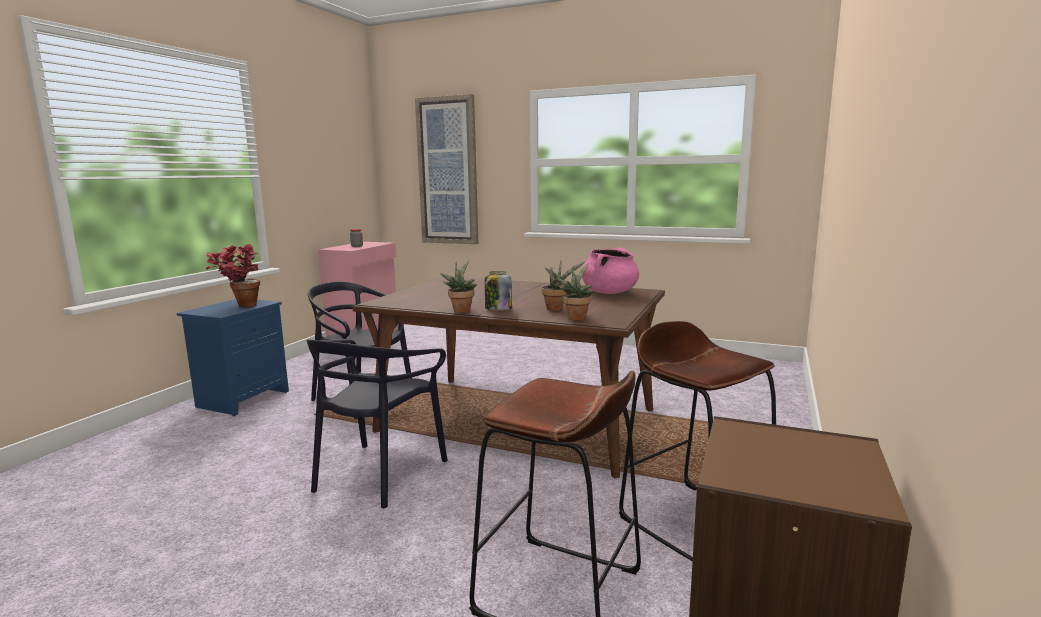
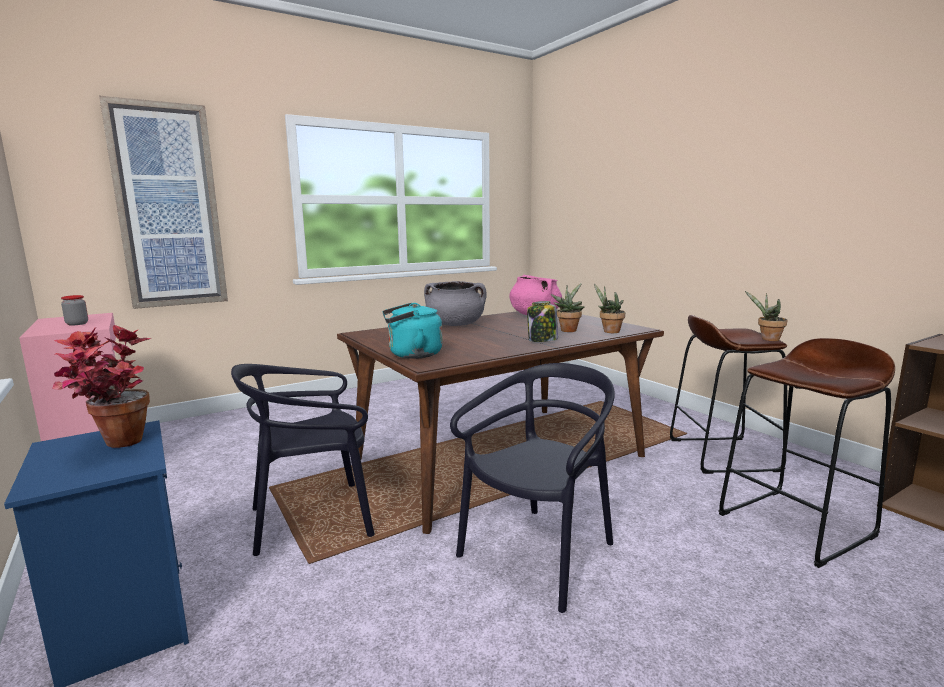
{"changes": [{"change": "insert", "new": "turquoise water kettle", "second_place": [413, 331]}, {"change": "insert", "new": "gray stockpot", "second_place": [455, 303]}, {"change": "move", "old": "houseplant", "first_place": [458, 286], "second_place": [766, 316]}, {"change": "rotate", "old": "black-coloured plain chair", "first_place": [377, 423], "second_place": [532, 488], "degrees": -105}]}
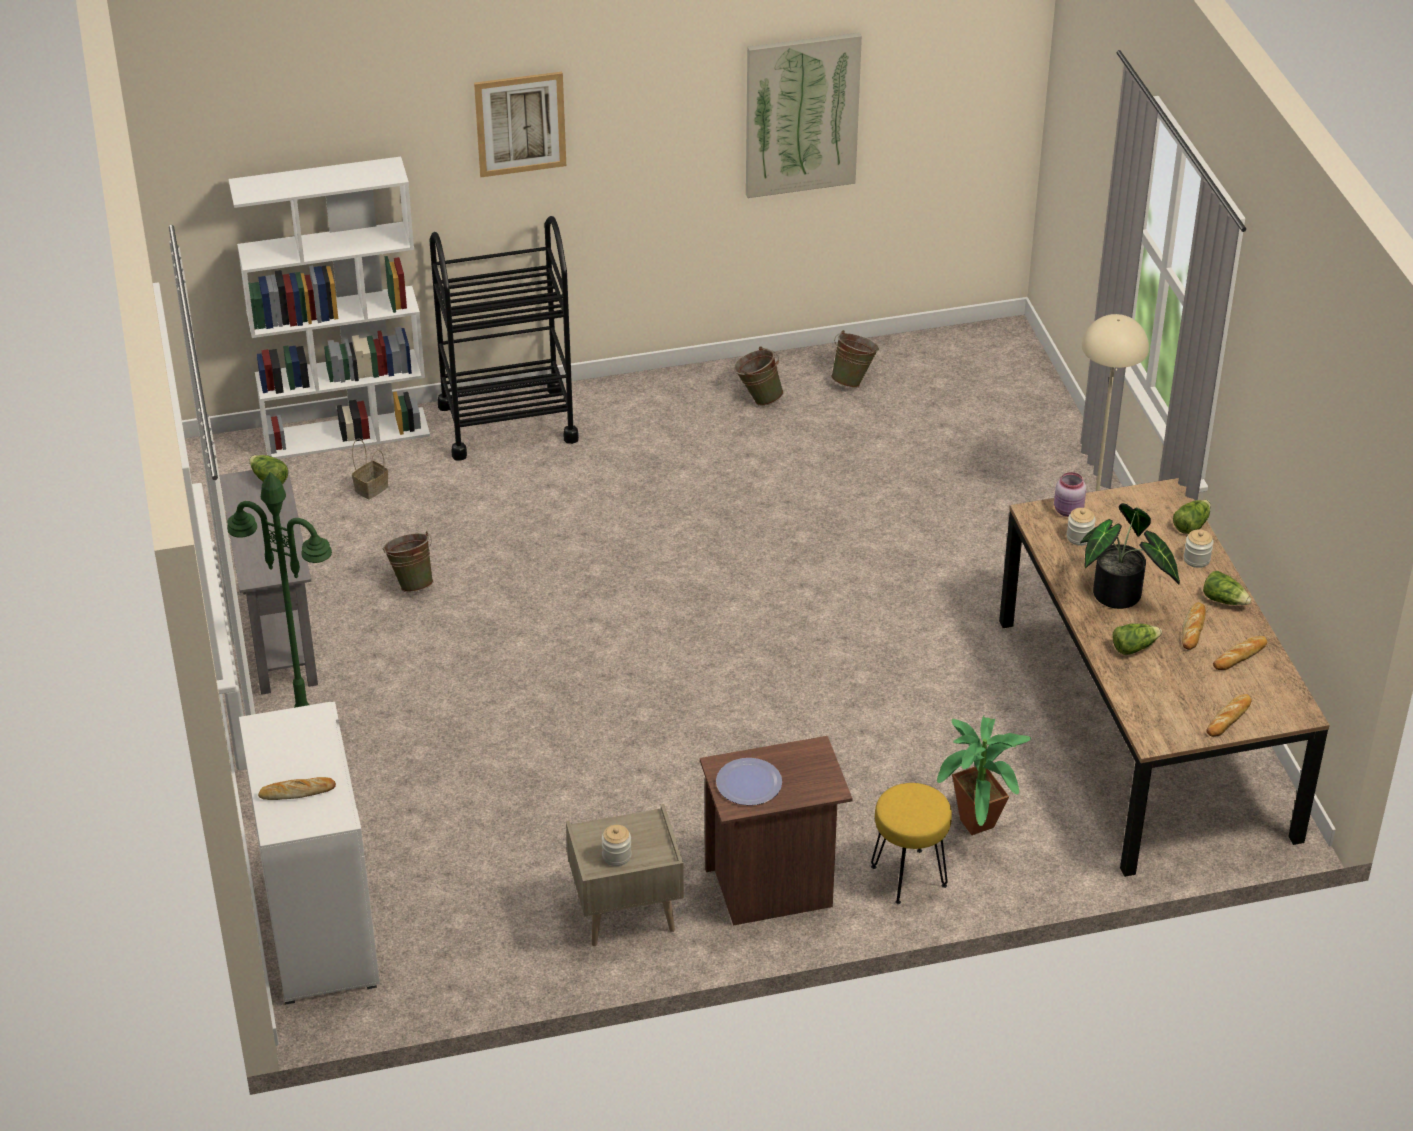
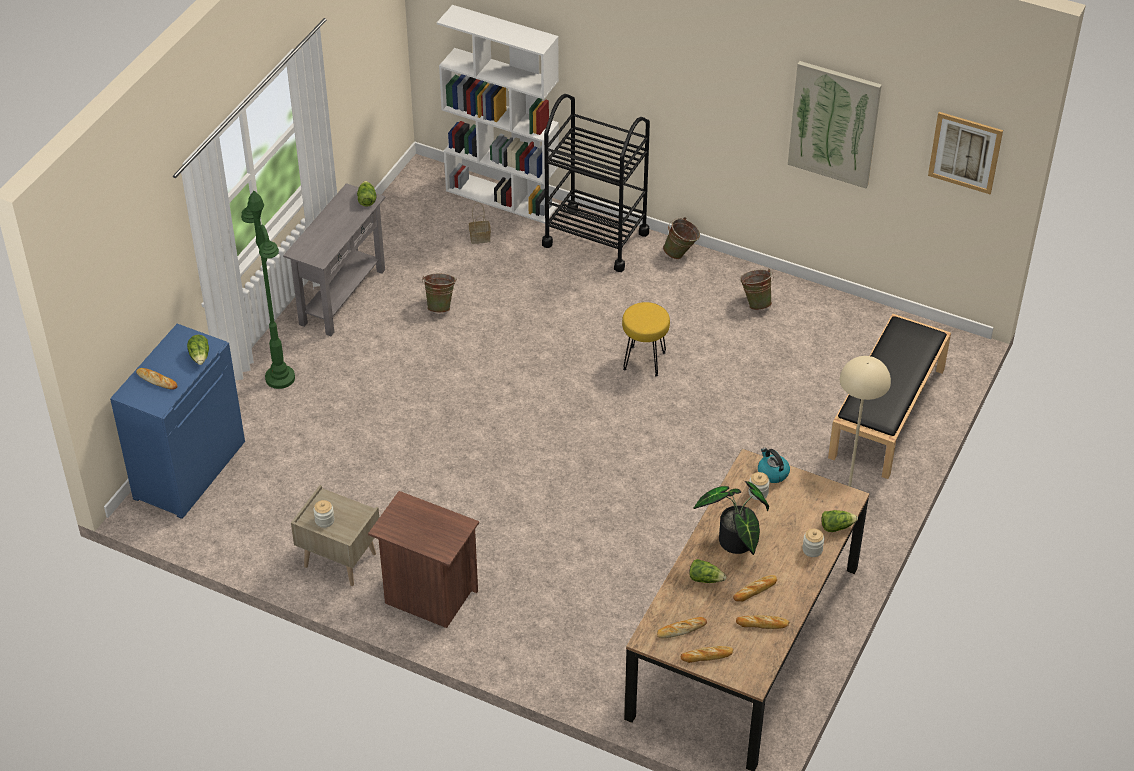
{"changes": [{"change": "delete", "old": "dinner plate", "first_place": [749, 781]}, {"change": "delete", "old": "houseplant", "first_place": [984, 775]}, {"change": "insert", "new": "bread", "second_place": [682, 627]}, {"change": "insert", "new": "black-coloured bench", "second_place": [889, 396]}, {"change": "move", "old": "wall art", "first_place": [520, 124], "second_place": [965, 153]}, {"change": "move", "old": "green-coloured water bucket", "first_place": [855, 359], "second_place": [681, 238]}, {"change": "move", "old": "yellow stool", "first_place": [911, 843], "second_place": [646, 339]}, {"change": "move", "old": "head of lettuce", "first_place": [1227, 588], "second_place": [198, 350]}, {"change": "replace", "old": "pink-coloured preserve jar", "new": "water kettle", "first_place": [1070, 494], "second_place": [774, 465]}, {"change": "recolor", "old": "white cabinet", "new": "bluish cabinet", "first_place": [309, 853], "second_place": [177, 421]}]}
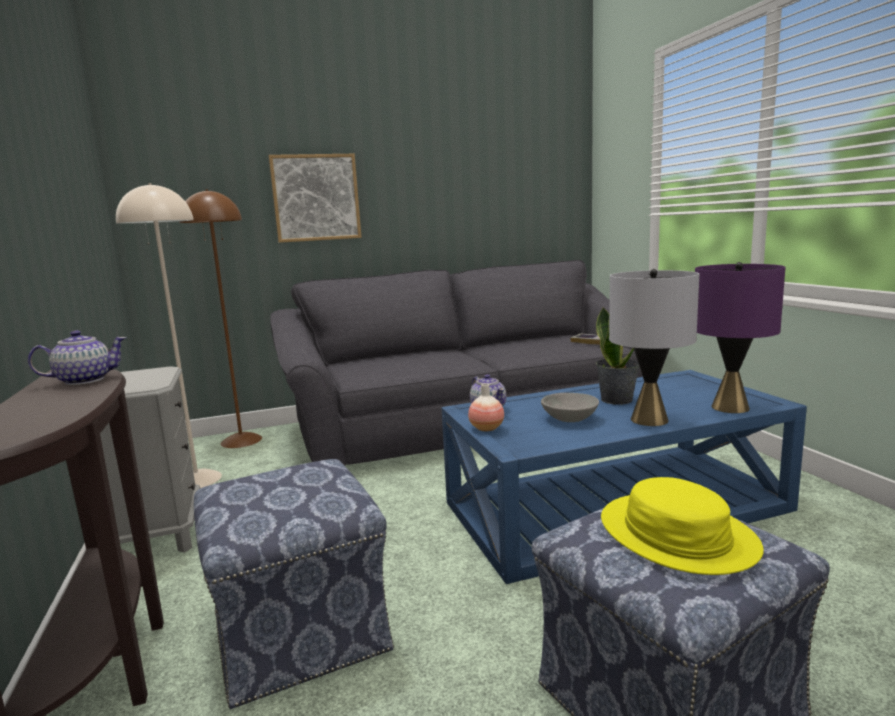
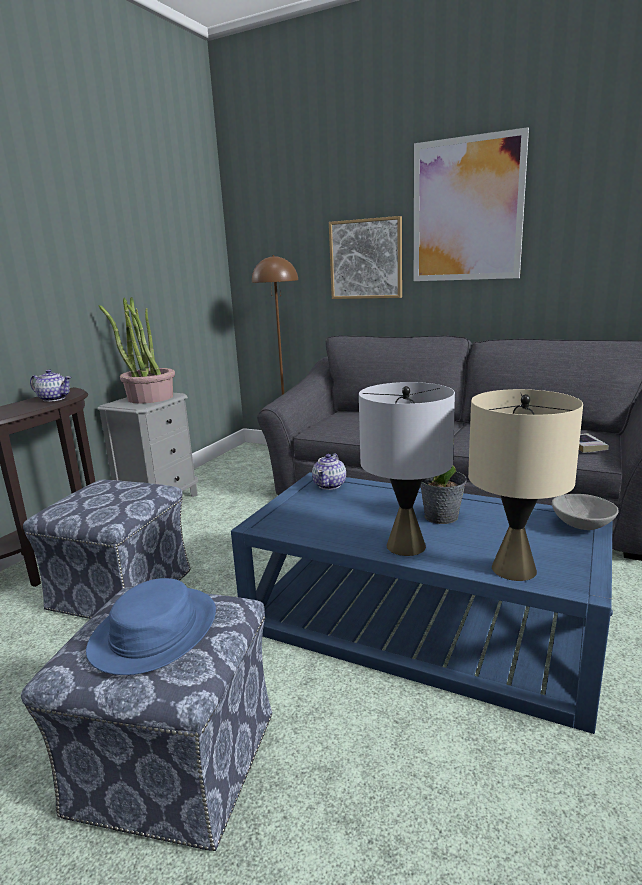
{"changes": [{"change": "delete", "old": "sand-coloured standing lamp", "first_place": [169, 335]}, {"change": "delete", "old": "flower vase", "first_place": [486, 407]}, {"change": "insert", "new": "houseplant", "second_place": [137, 350]}, {"change": "insert", "new": "wall art", "second_place": [471, 204]}, {"change": "move", "old": "gray bowl", "first_place": [570, 407], "second_place": [585, 512]}, {"change": "recolor", "old": "yellow wearable hat", "new": "bluish wearable hat", "first_place": [682, 526], "second_place": [151, 626]}, {"change": "recolor", "old": "purple table lamp", "new": "sand-coloured table lamp", "first_place": [740, 337], "second_place": [525, 485]}]}
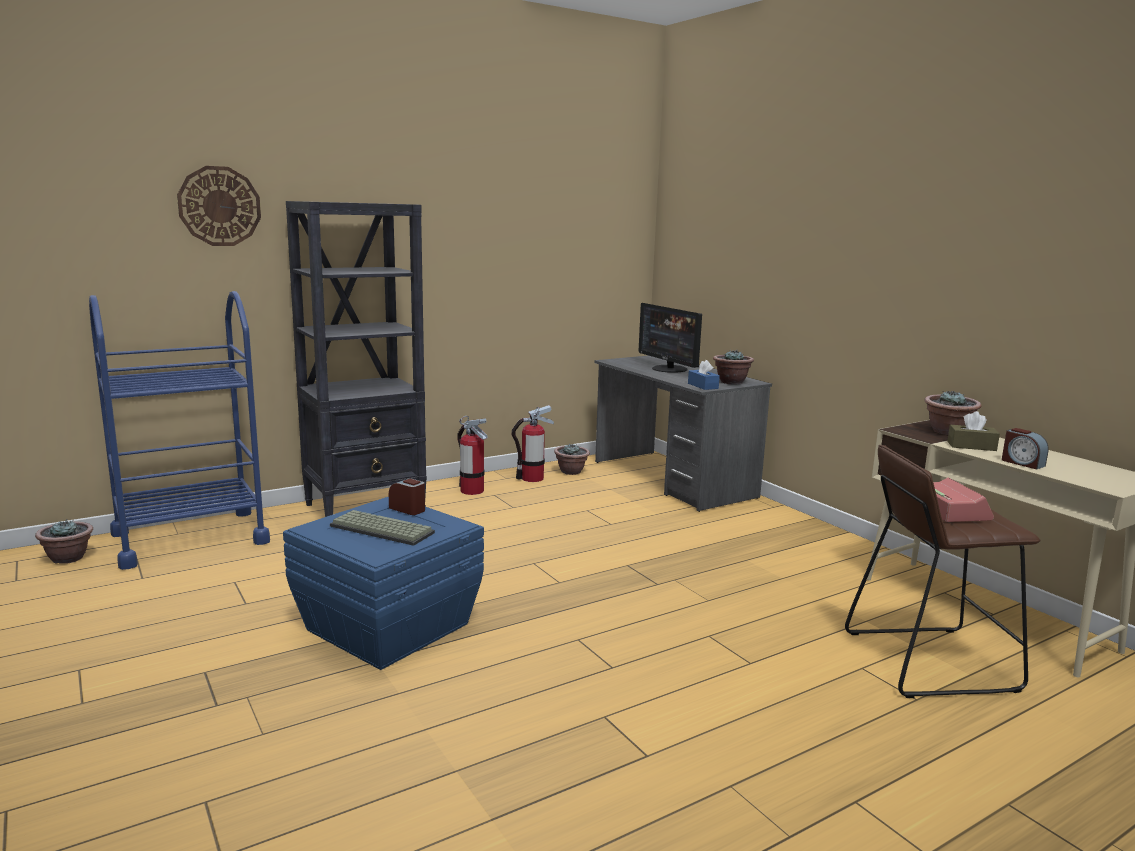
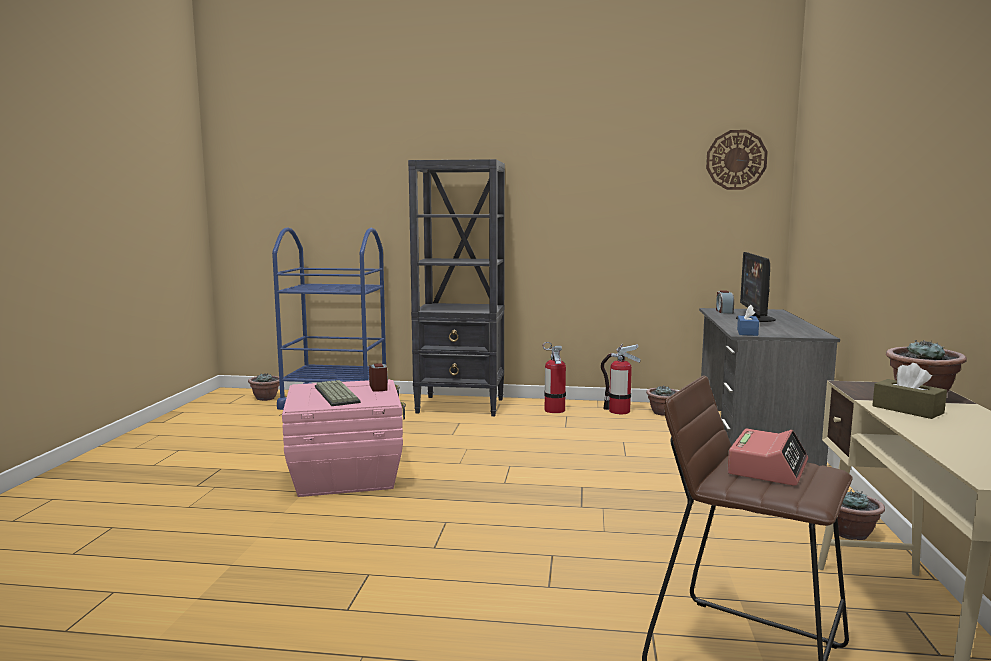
{"changes": [{"change": "move", "old": "hanging clock", "first_place": [219, 206], "second_place": [737, 160]}, {"change": "move", "old": "houseplant", "first_place": [733, 366], "second_place": [861, 514]}, {"change": "move", "old": "alarm clock", "first_place": [1025, 449], "second_place": [725, 301]}, {"change": "recolor", "old": "bluish storage bin", "new": "pink-coloured storage bin", "first_place": [383, 583], "second_place": [344, 438]}]}
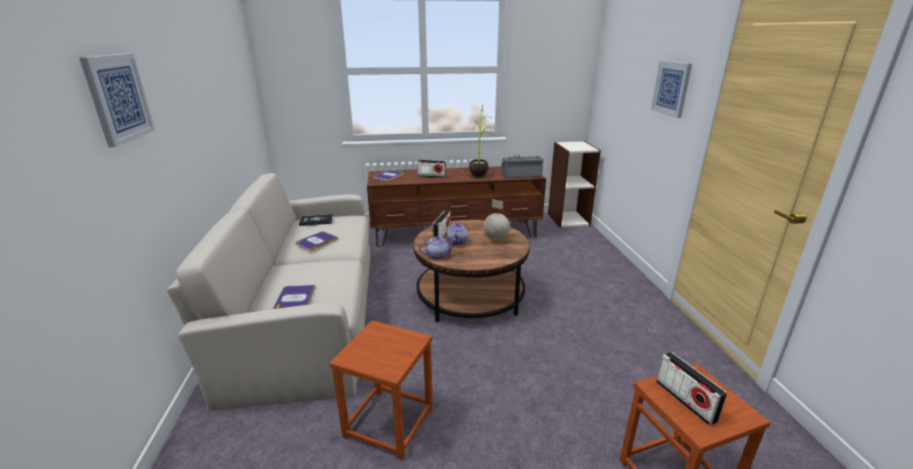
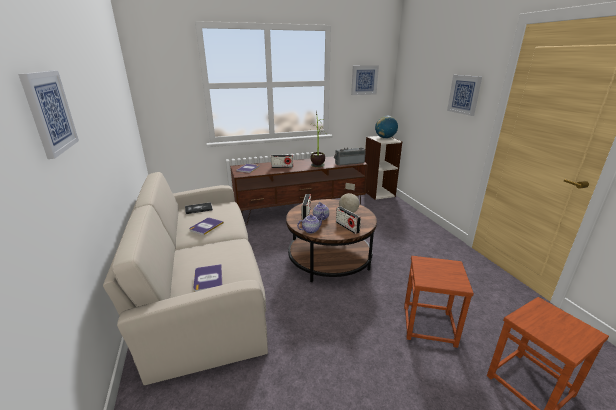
{"changes": [{"change": "insert", "new": "wall art", "second_place": [365, 80]}, {"change": "insert", "new": "desk globe", "second_place": [386, 127]}, {"change": "move", "old": "brown stool", "first_place": [381, 390], "second_place": [439, 302]}, {"change": "move", "old": "radio receiver", "first_place": [692, 389], "second_place": [348, 220]}]}
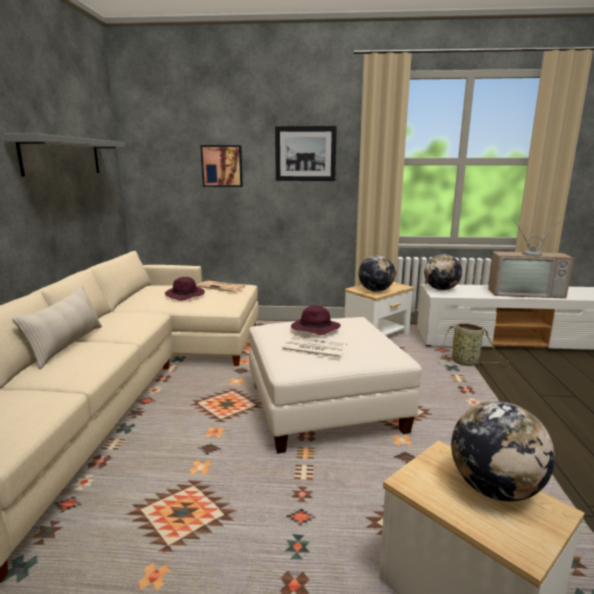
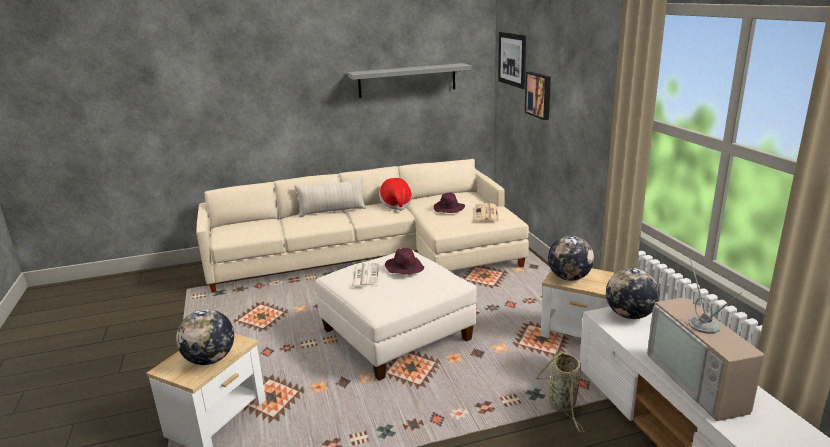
{"changes": [{"change": "insert", "new": "wearable hat", "second_place": [395, 194]}, {"change": "move", "old": "wall art", "first_place": [306, 153], "second_place": [512, 60]}]}
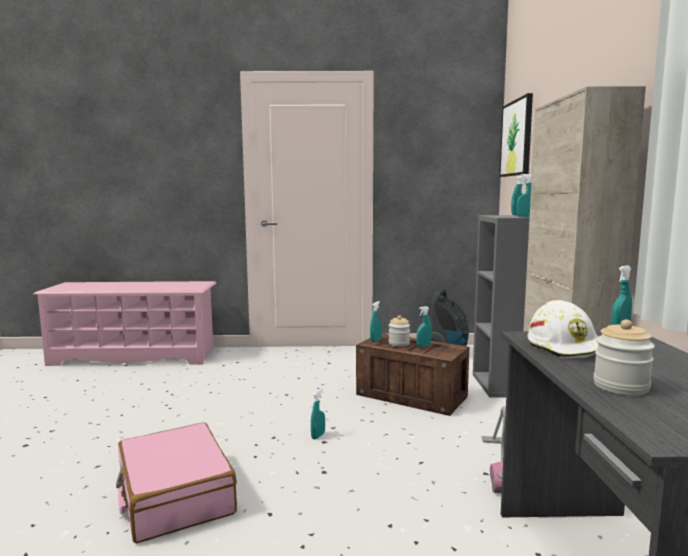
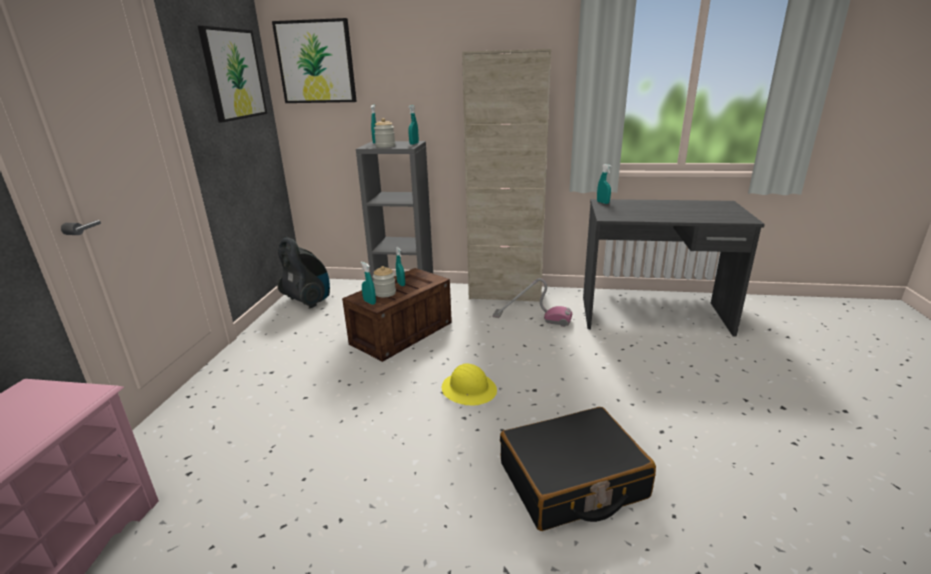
{"changes": [{"change": "delete", "old": "white hard hat", "first_place": [562, 329]}, {"change": "insert", "new": "wall art", "second_place": [232, 74]}, {"change": "move", "old": "preserve jar", "first_place": [624, 357], "second_place": [384, 133]}, {"change": "replace", "old": "turquoise sprayer", "new": "yellow hard hat", "first_place": [318, 414], "second_place": [469, 384]}, {"change": "recolor", "old": "pink-coloured piece of luggage", "new": "black-coloured piece of luggage", "first_place": [176, 482], "second_place": [578, 469]}]}
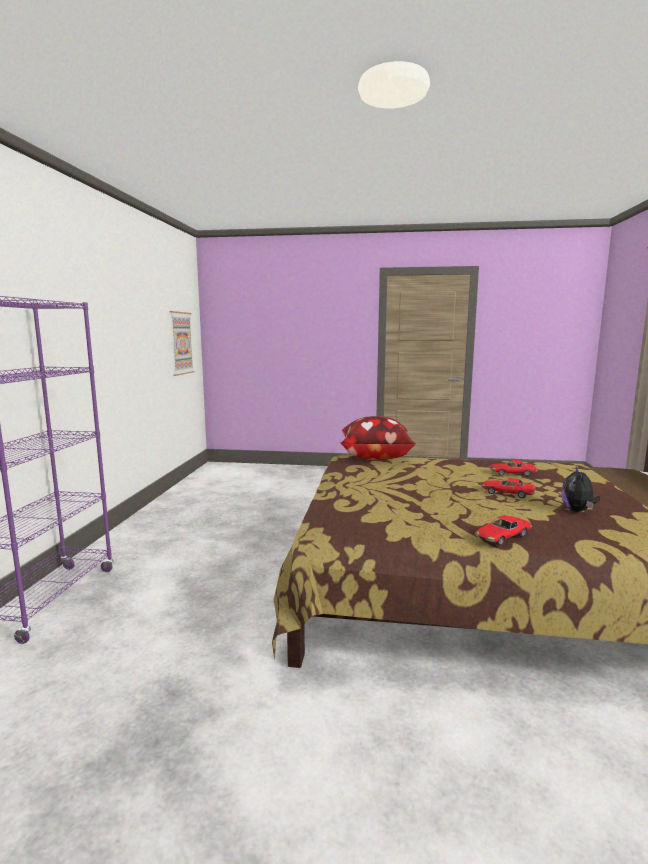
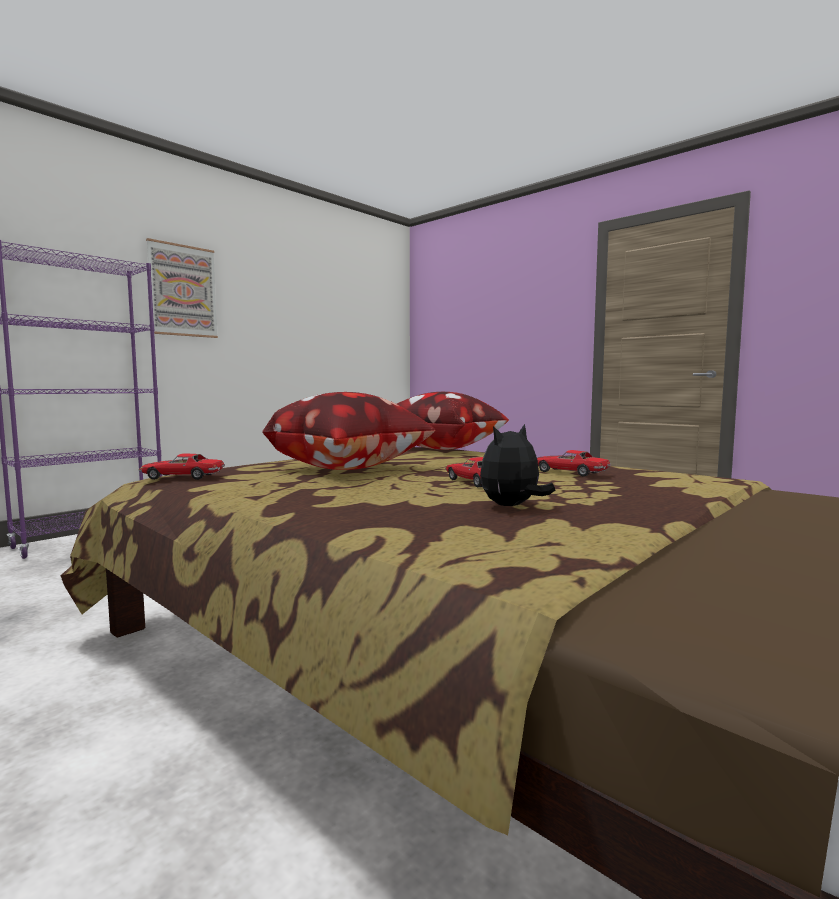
{"changes": [{"change": "insert", "new": "cushion", "second_place": [349, 431]}, {"change": "move", "old": "wall art", "first_place": [182, 343], "second_place": [182, 288]}, {"change": "move", "old": "model car", "first_place": [503, 530], "second_place": [181, 466]}]}
